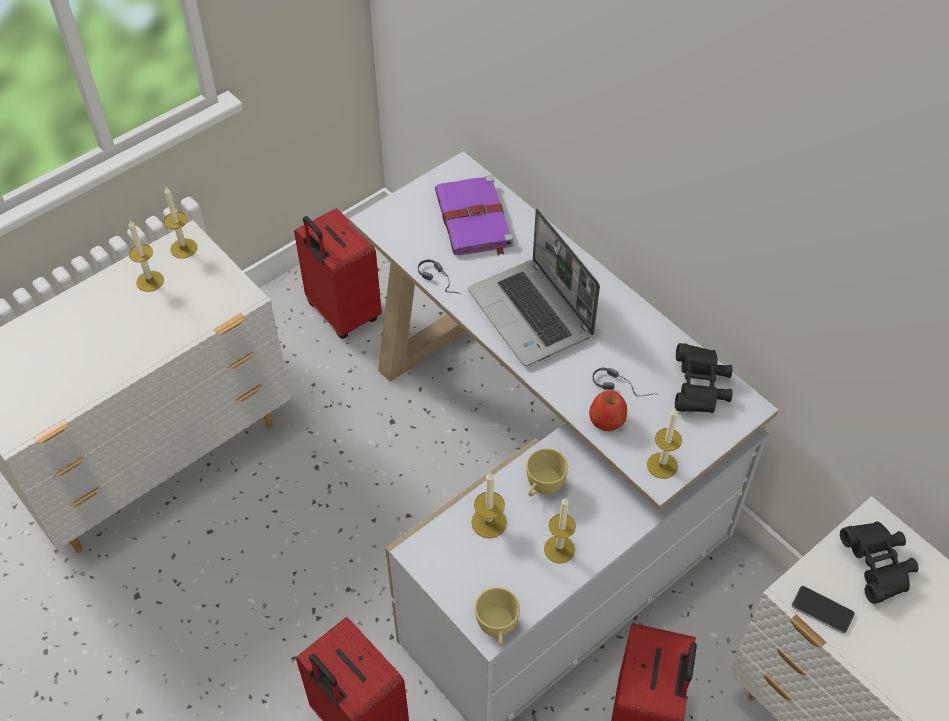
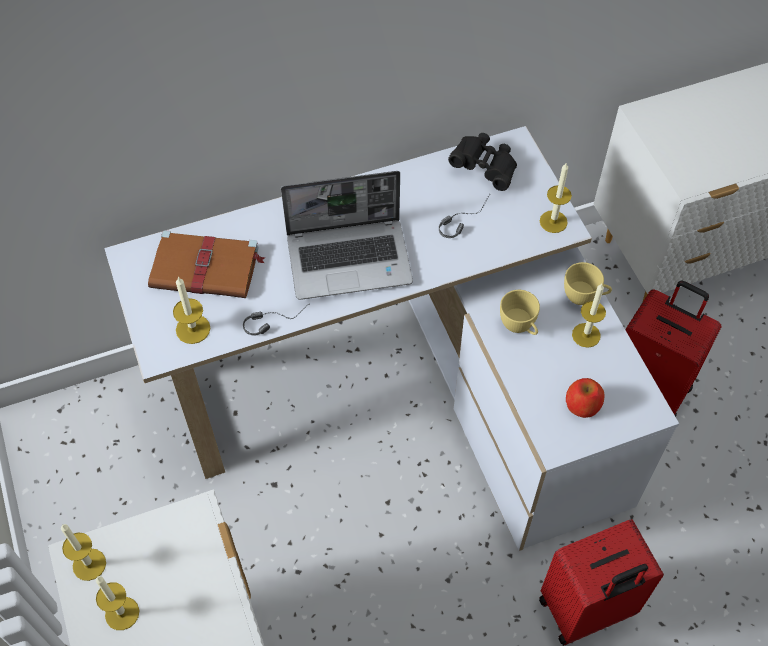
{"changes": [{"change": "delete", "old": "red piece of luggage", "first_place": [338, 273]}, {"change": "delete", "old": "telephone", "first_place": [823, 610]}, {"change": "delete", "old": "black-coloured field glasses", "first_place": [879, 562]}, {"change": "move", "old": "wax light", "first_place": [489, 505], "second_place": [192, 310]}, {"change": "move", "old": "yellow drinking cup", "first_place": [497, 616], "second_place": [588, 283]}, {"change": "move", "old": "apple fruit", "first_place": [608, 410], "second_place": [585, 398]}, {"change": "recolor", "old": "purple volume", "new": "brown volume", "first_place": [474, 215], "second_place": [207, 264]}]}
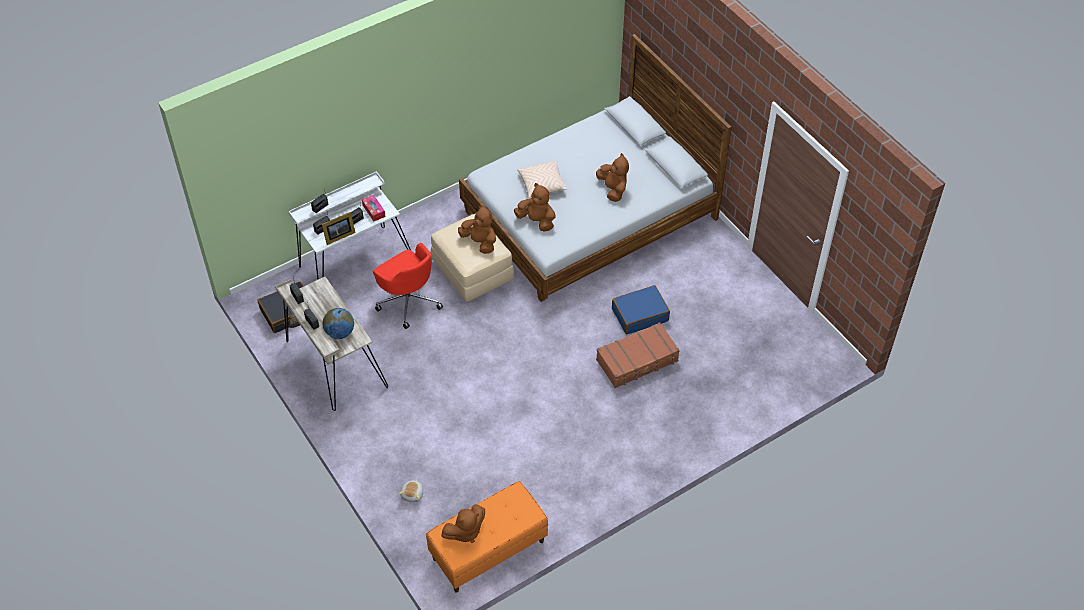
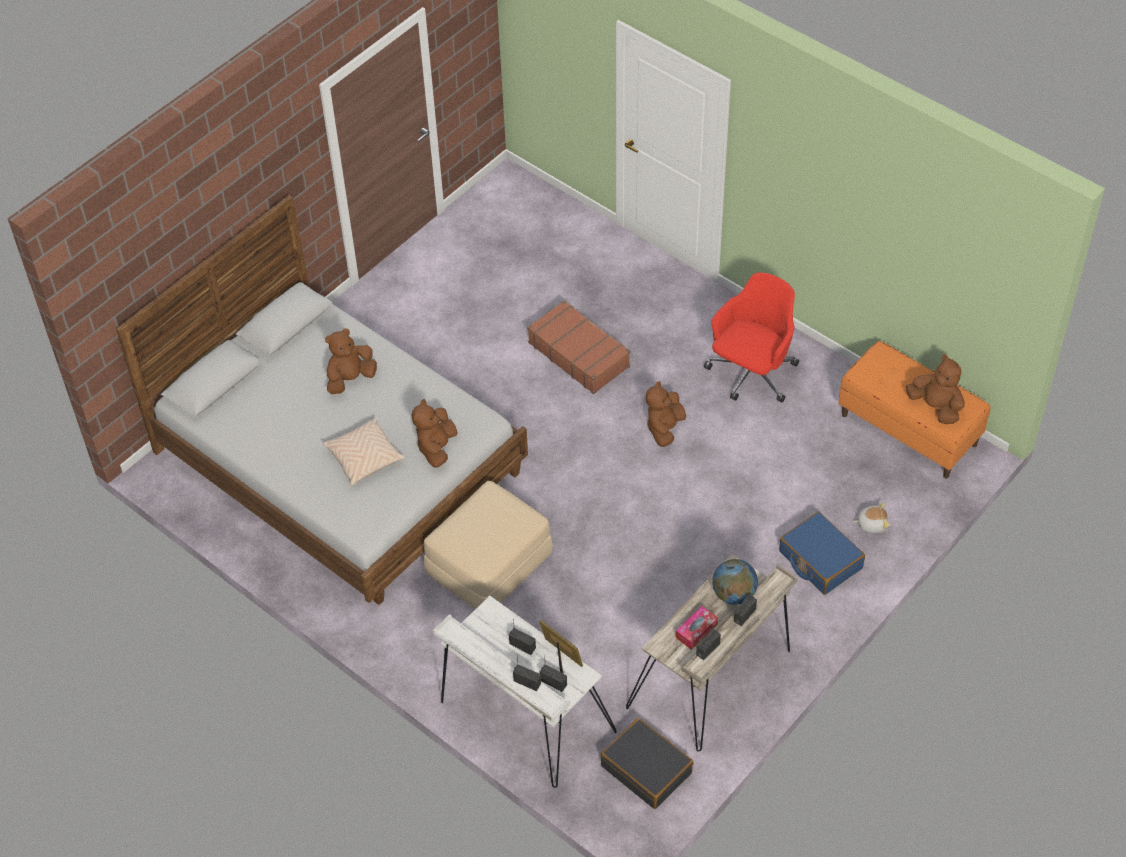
{"changes": [{"change": "move", "old": "tissue box", "first_place": [374, 208], "second_place": [697, 628]}, {"change": "move", "old": "red office chair", "first_place": [408, 286], "second_place": [751, 337]}, {"change": "move", "old": "brown soft toy", "first_place": [477, 229], "second_place": [666, 414]}, {"change": "move", "old": "bluish piece of luggage", "first_place": [641, 309], "second_place": [822, 553]}]}
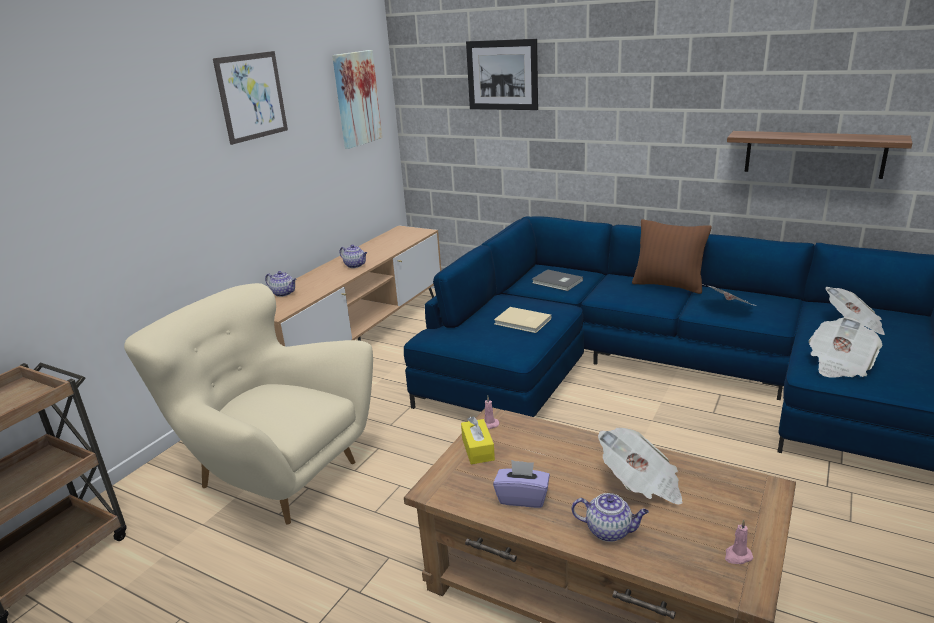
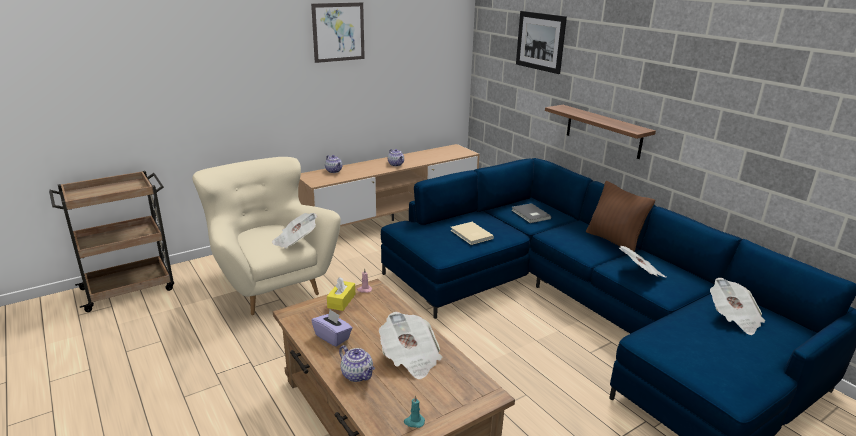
{"changes": [{"change": "delete", "old": "wall art", "first_place": [357, 99]}, {"change": "move", "old": "wall shelf", "first_place": [819, 155], "second_place": [600, 132]}, {"change": "move", "old": "printed paper", "first_place": [846, 347], "second_place": [294, 231]}, {"change": "recolor", "old": "pink-coloured wax light", "new": "turquoise wax light", "first_place": [739, 542], "second_place": [414, 411]}]}
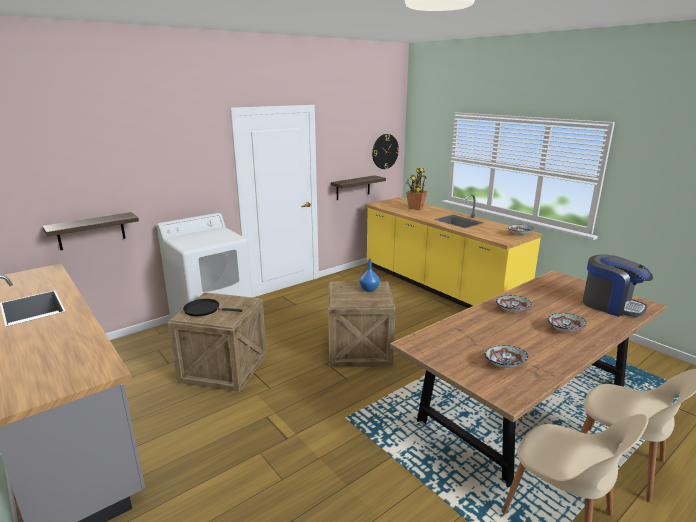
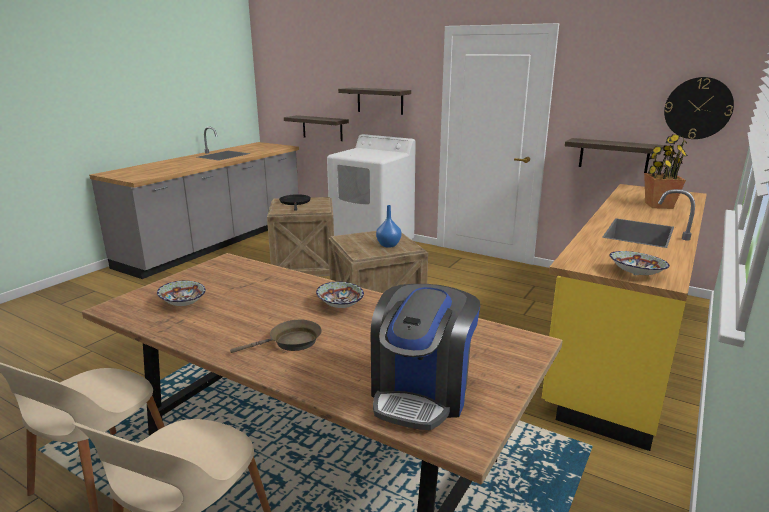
{"changes": [{"change": "insert", "new": "wall shelf", "second_place": [374, 101]}, {"change": "replace", "old": "bowl", "new": "brown frying pan", "first_place": [567, 322], "second_place": [276, 336]}]}
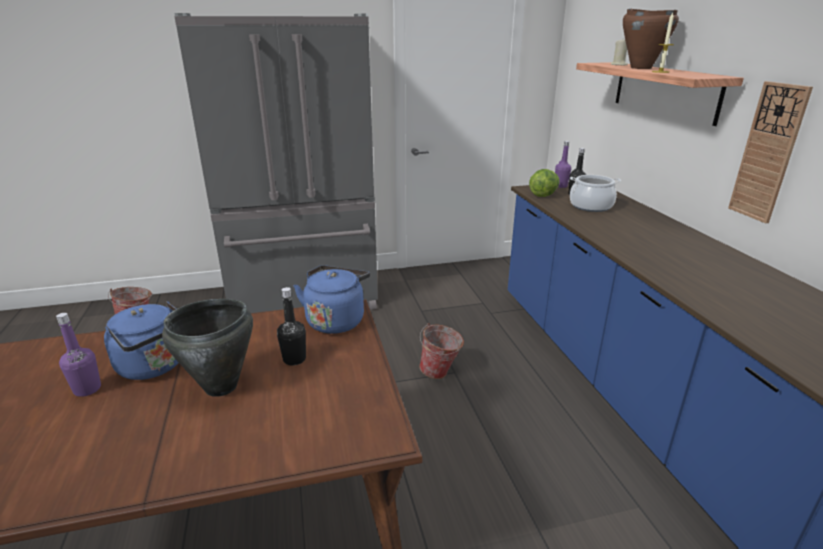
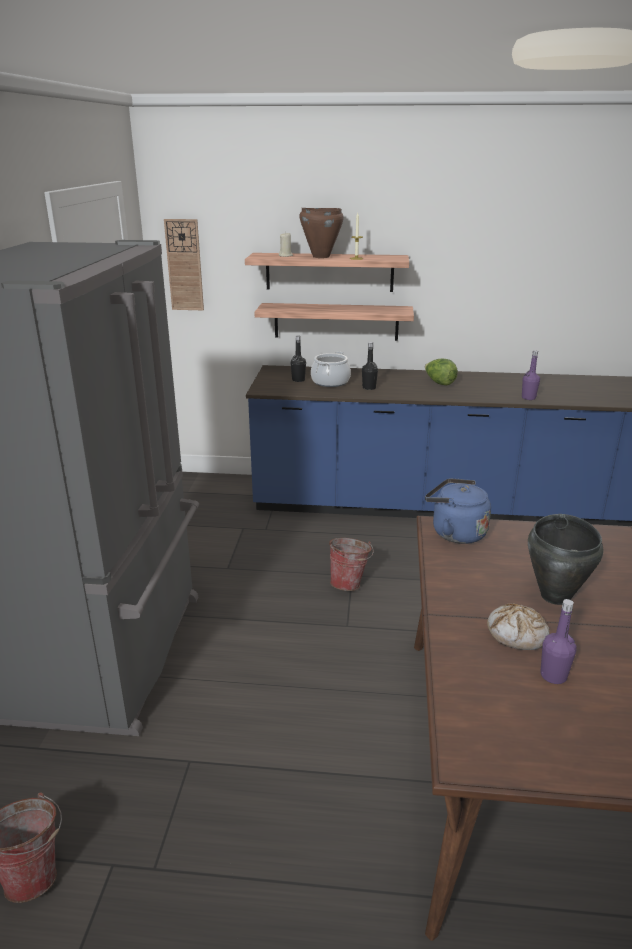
{"changes": [{"change": "insert", "new": "wall shelf", "second_place": [334, 322]}, {"change": "move", "old": "black-coloured bottle", "first_place": [291, 326], "second_place": [370, 366]}, {"change": "move", "old": "head of lettuce", "first_place": [544, 183], "second_place": [441, 371]}, {"change": "move", "old": "purple bottle", "first_place": [563, 164], "second_place": [531, 375]}, {"change": "move", "old": "hanging clock", "first_place": [770, 152], "second_place": [184, 264]}, {"change": "replace", "old": "bluish water kettle", "new": "bread", "first_place": [141, 340], "second_place": [518, 626]}]}
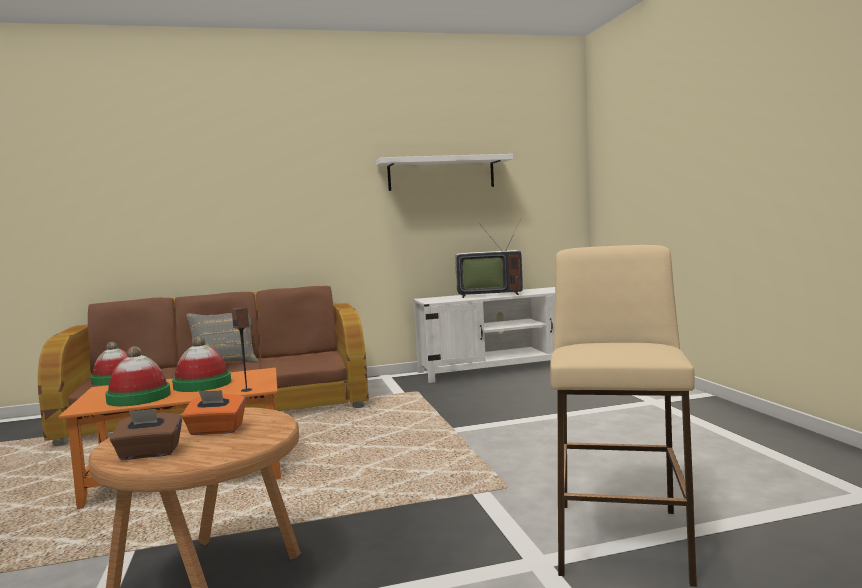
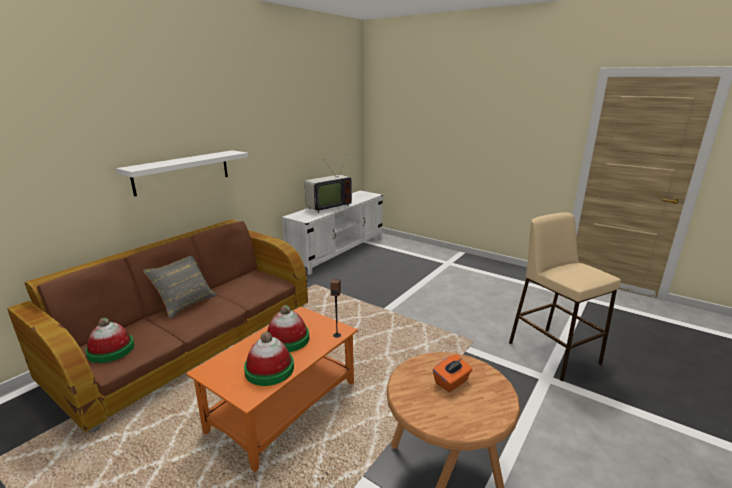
{"changes": [{"change": "delete", "old": "brown tissue box", "first_place": [146, 434]}, {"change": "move", "old": "white wall shelf", "first_place": [444, 172], "second_place": [182, 173]}]}
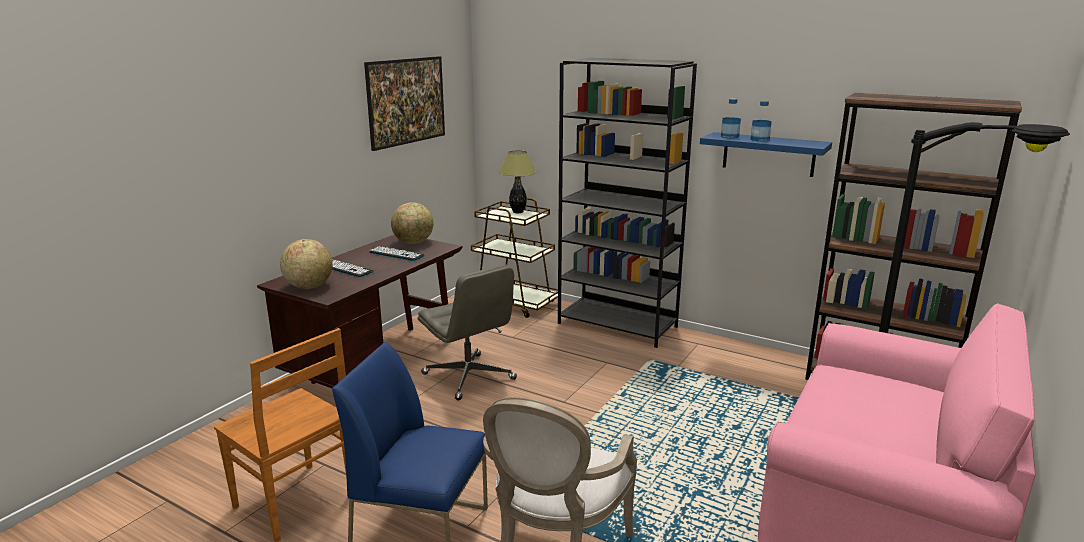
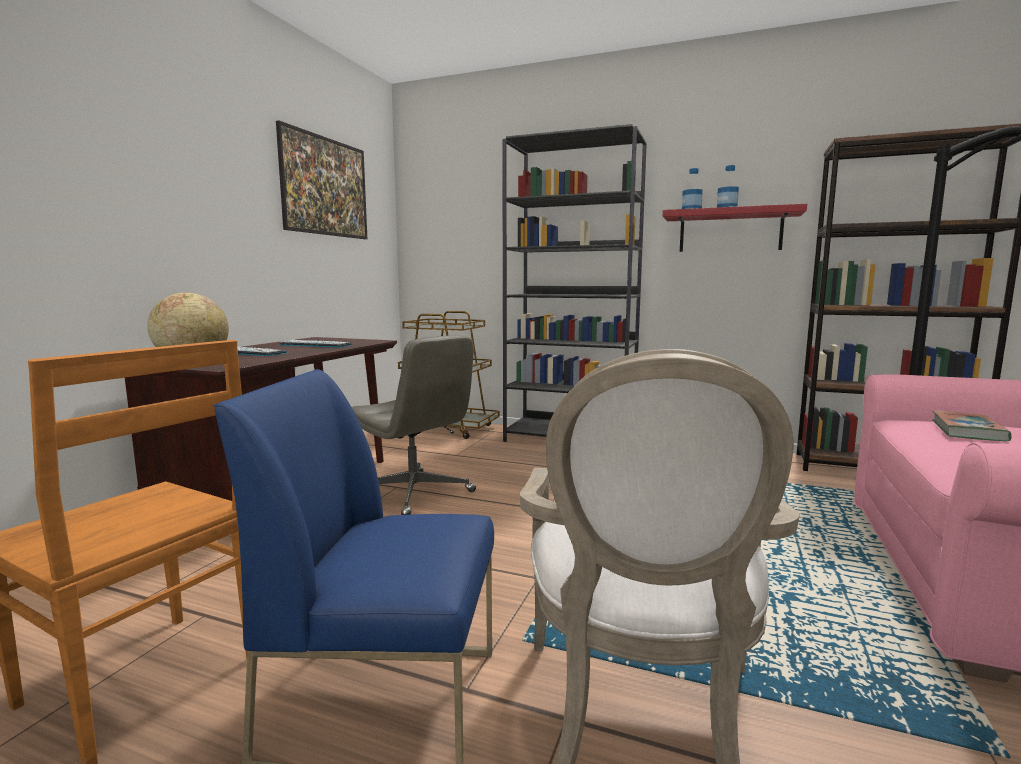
{"changes": [{"change": "delete", "old": "desk globe", "first_place": [412, 223]}, {"change": "delete", "old": "table lamp", "first_place": [517, 181]}, {"change": "insert", "new": "volume", "second_place": [972, 425]}, {"change": "recolor", "old": "bluish wall shelf", "new": "red wall shelf", "first_place": [766, 154], "second_place": [735, 227]}]}
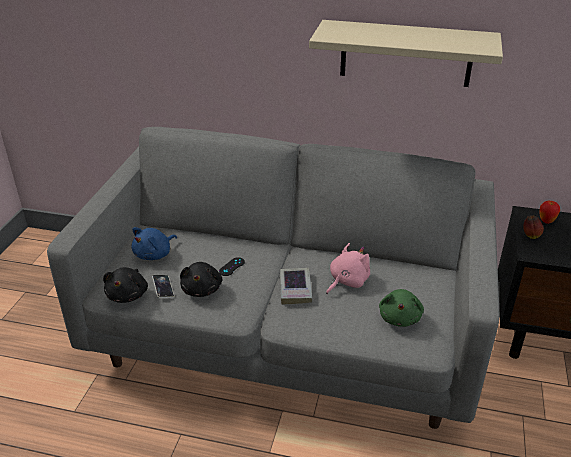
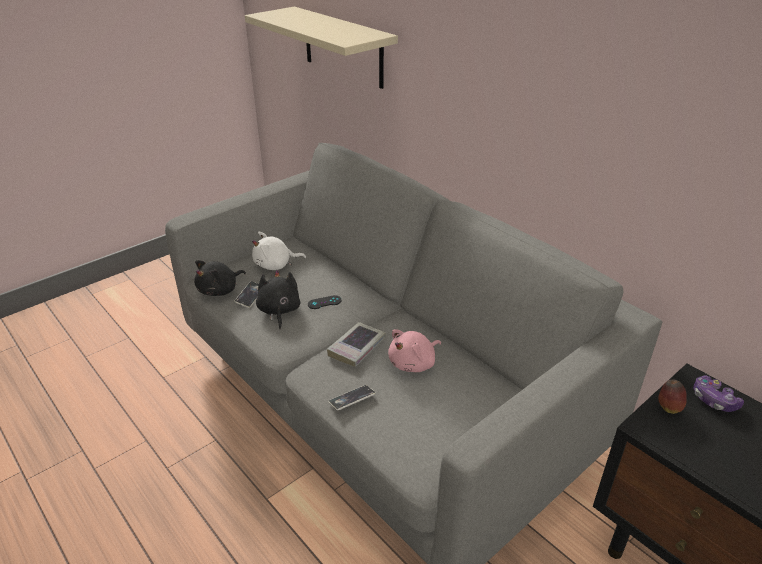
{"changes": [{"change": "delete", "old": "green-coloured soft toy", "first_place": [401, 308]}, {"change": "insert", "new": "telephone", "second_place": [352, 398]}, {"change": "move", "old": "sand-coloured wall shelf", "first_place": [406, 53], "second_place": [321, 48]}, {"change": "replace", "old": "apple fruit", "new": "joypad", "first_place": [549, 212], "second_place": [718, 393]}, {"change": "recolor", "old": "bluish soft toy", "new": "white soft toy", "first_place": [154, 243], "second_place": [279, 251]}, {"change": "rotate", "old": "black-coloured soft toy", "first_place": [201, 279], "second_place": [278, 300], "degrees": 135}, {"change": "rotate", "old": "pink-coloured soft toy", "first_place": [348, 268], "second_place": [414, 350], "degrees": 150}]}
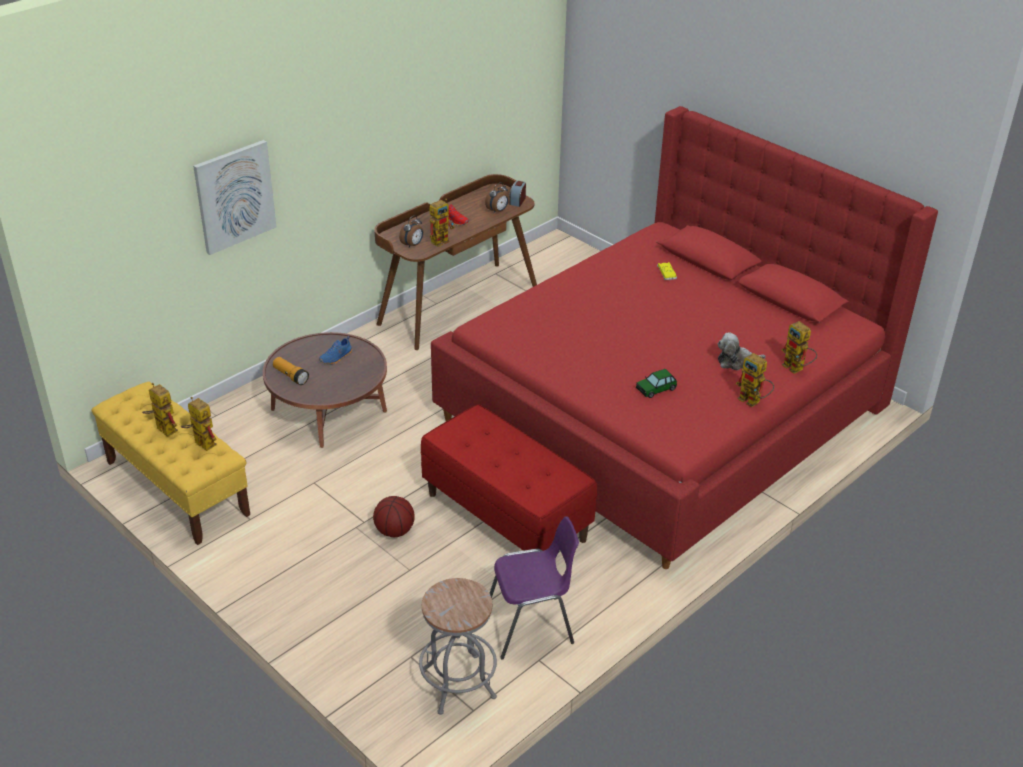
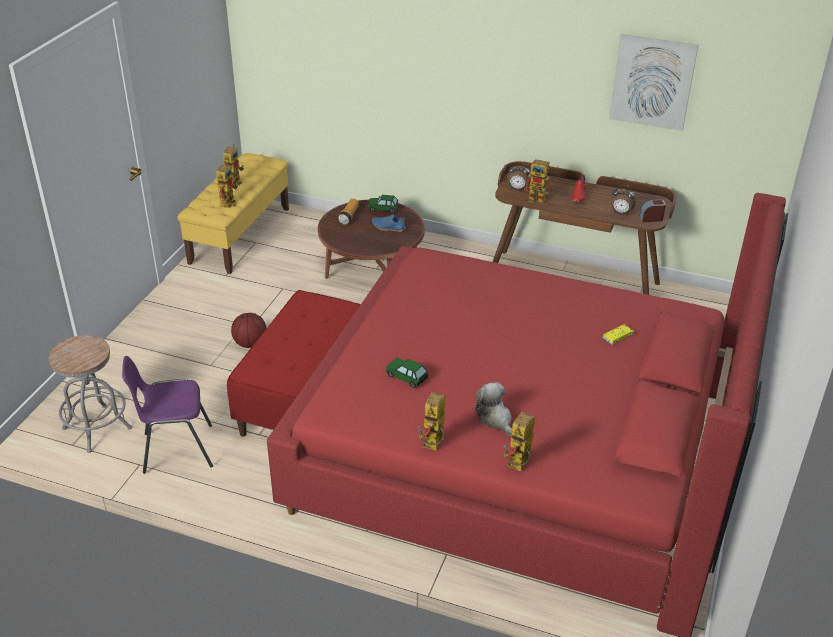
{"changes": [{"change": "insert", "new": "model car", "second_place": [383, 204]}, {"change": "move", "old": "wall art", "first_place": [235, 197], "second_place": [653, 82]}, {"change": "rotate", "old": "purple plain chair", "first_place": [534, 588], "second_place": [167, 415], "degrees": 120}]}
